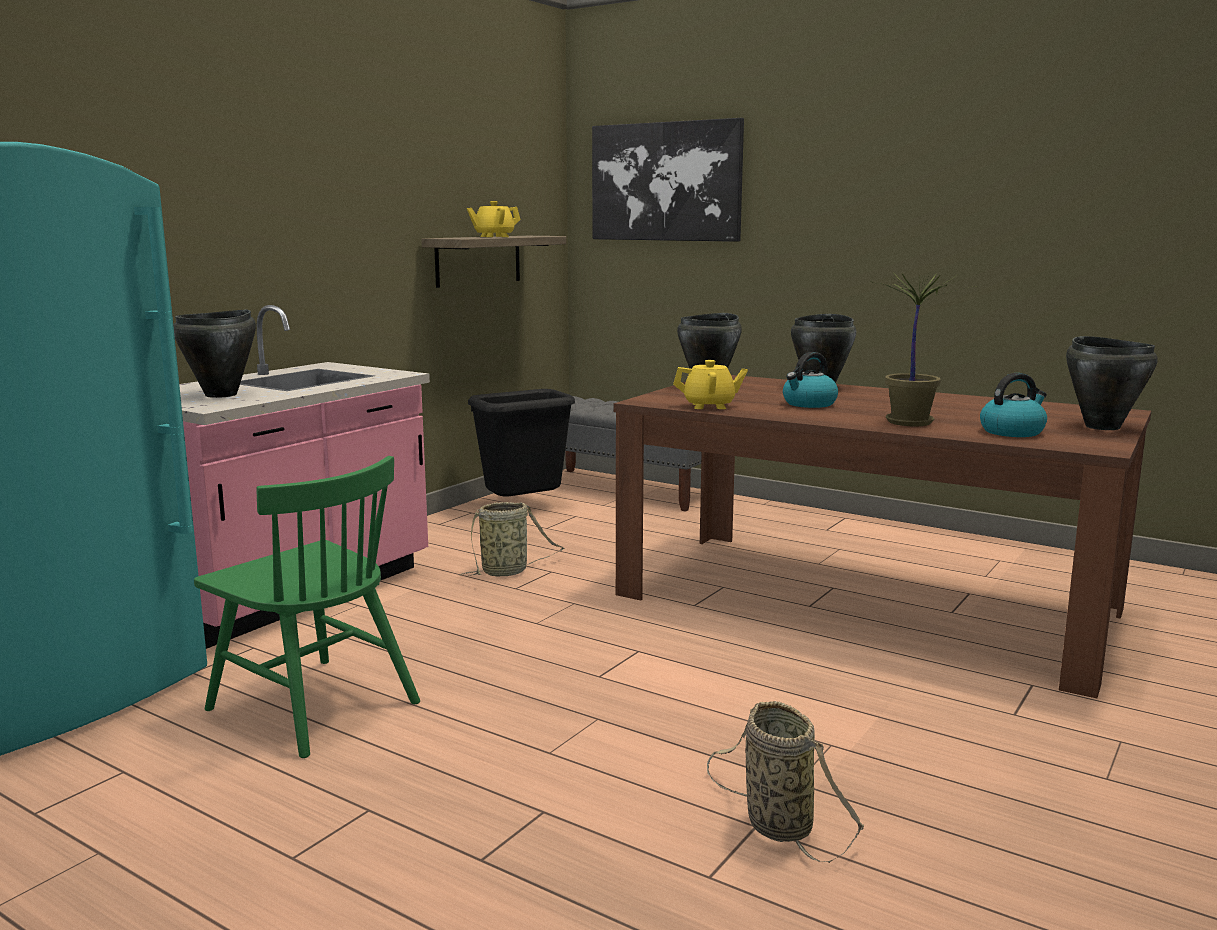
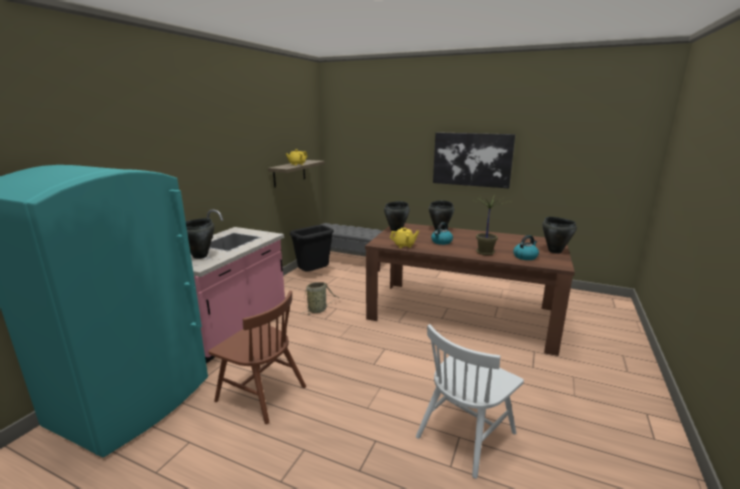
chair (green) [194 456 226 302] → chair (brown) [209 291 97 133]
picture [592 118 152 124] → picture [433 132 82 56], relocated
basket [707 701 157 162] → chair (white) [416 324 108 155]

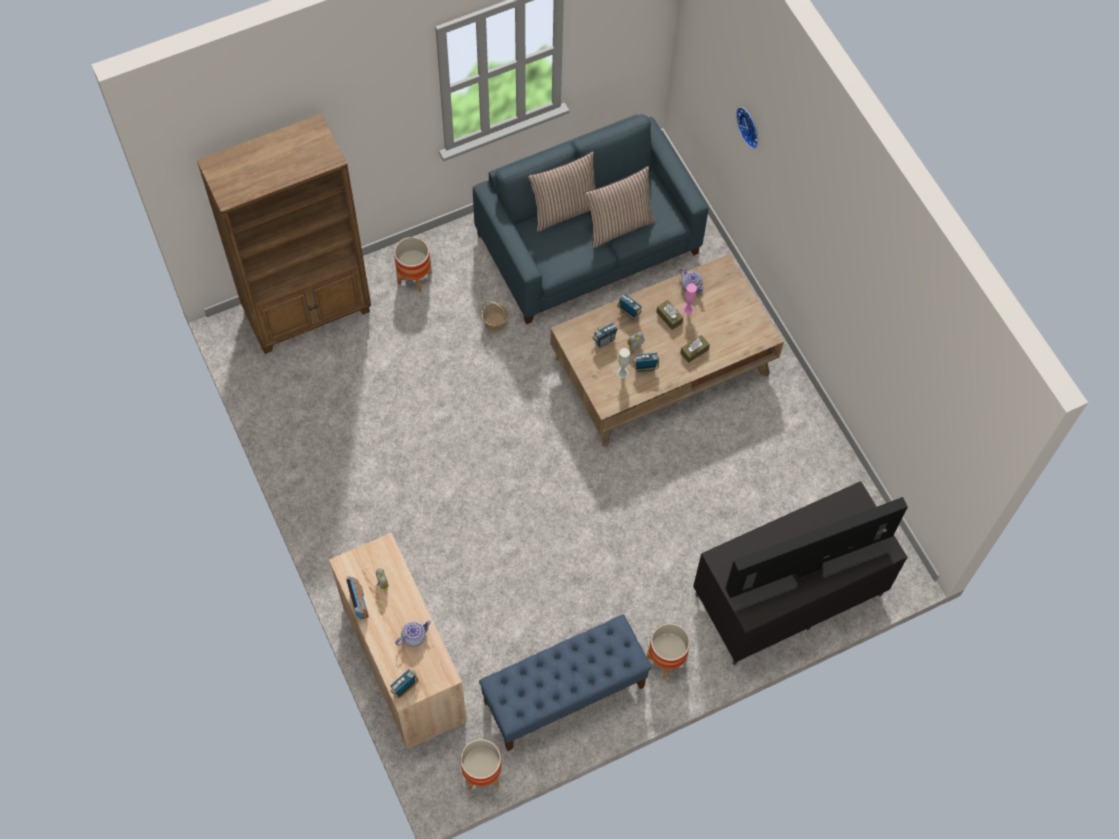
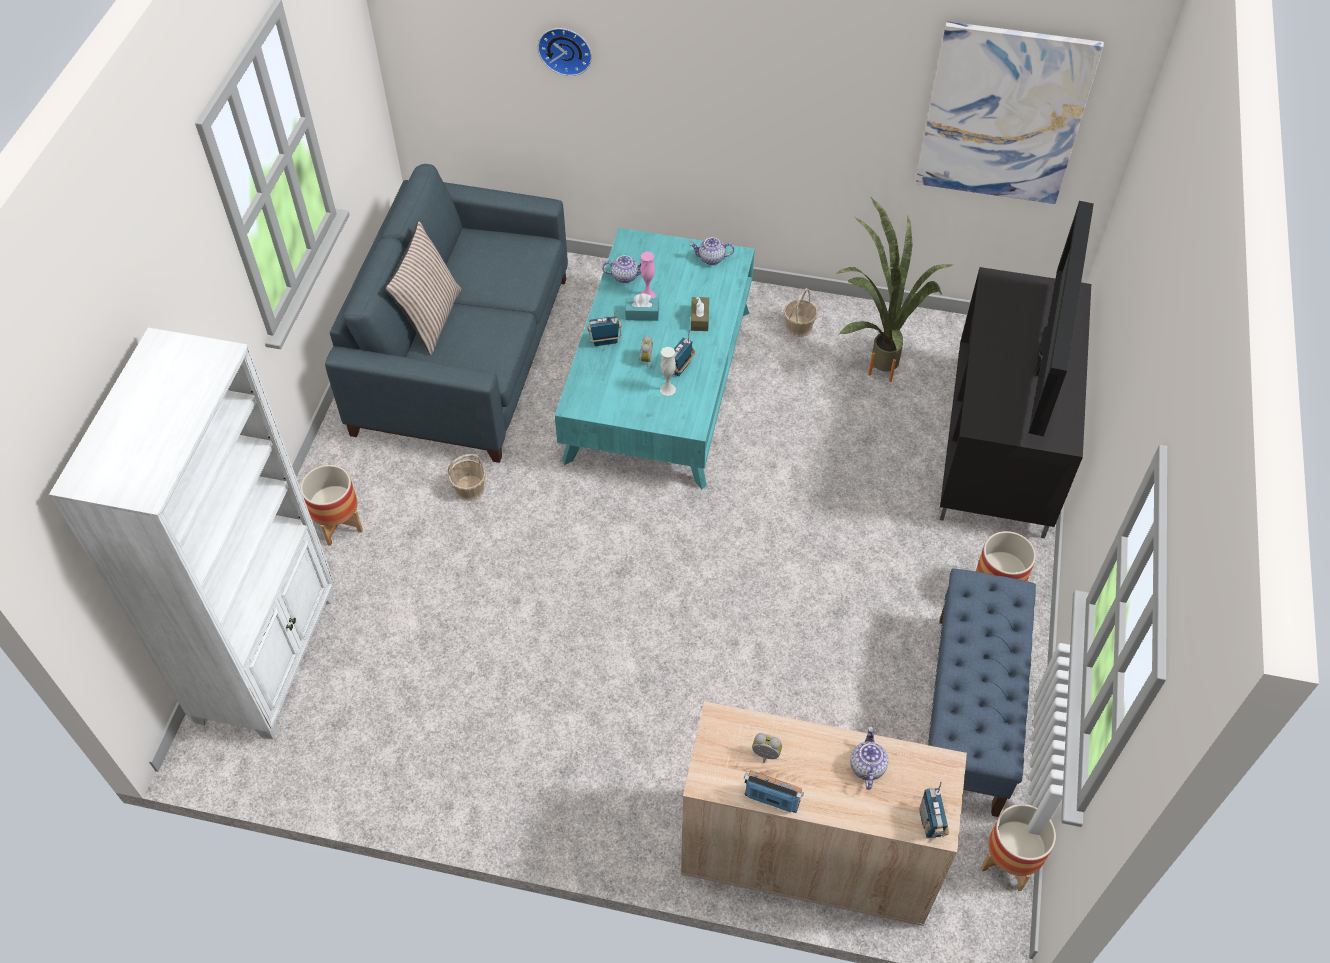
bookcase (brown) [197 114 174 240] → bookcase (white) [49 327 286 412]
coffee table (brown) [550 254 234 192] → coffee table (turquoise) [555 228 200 261]
pillow [585 166 71 82] → -
radio [592 323 26 25] → -
tissue box (brown) [656 300 27 30] → tissue box (turquoise) [625 293 34 28]
- → teapot [690 237 44 28]
- → basket [784 288 34 49]
- → potted plant [834 197 118 185]
- → picture [915 21 189 183]

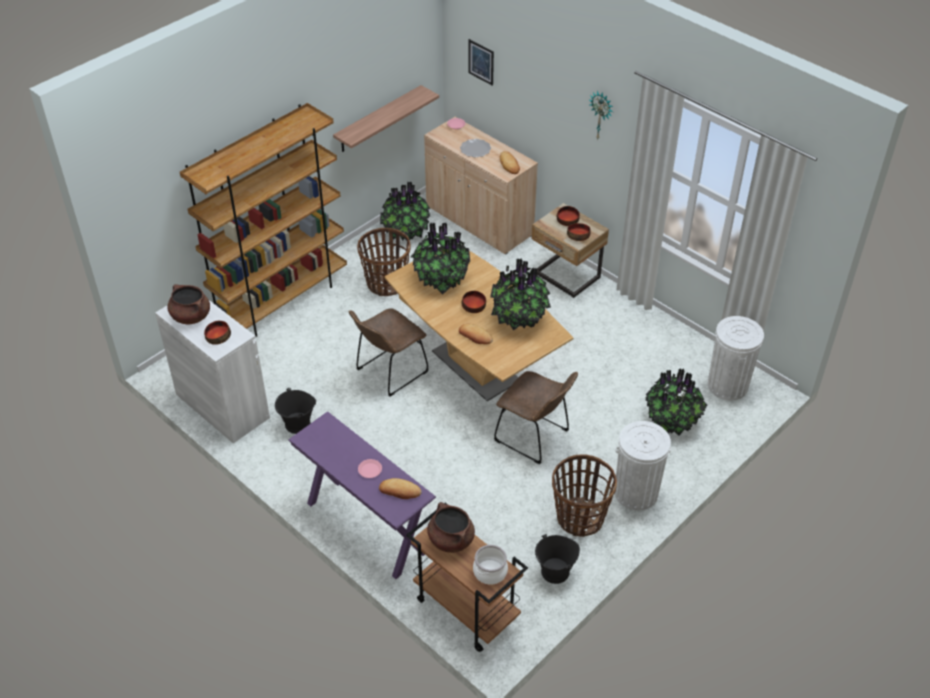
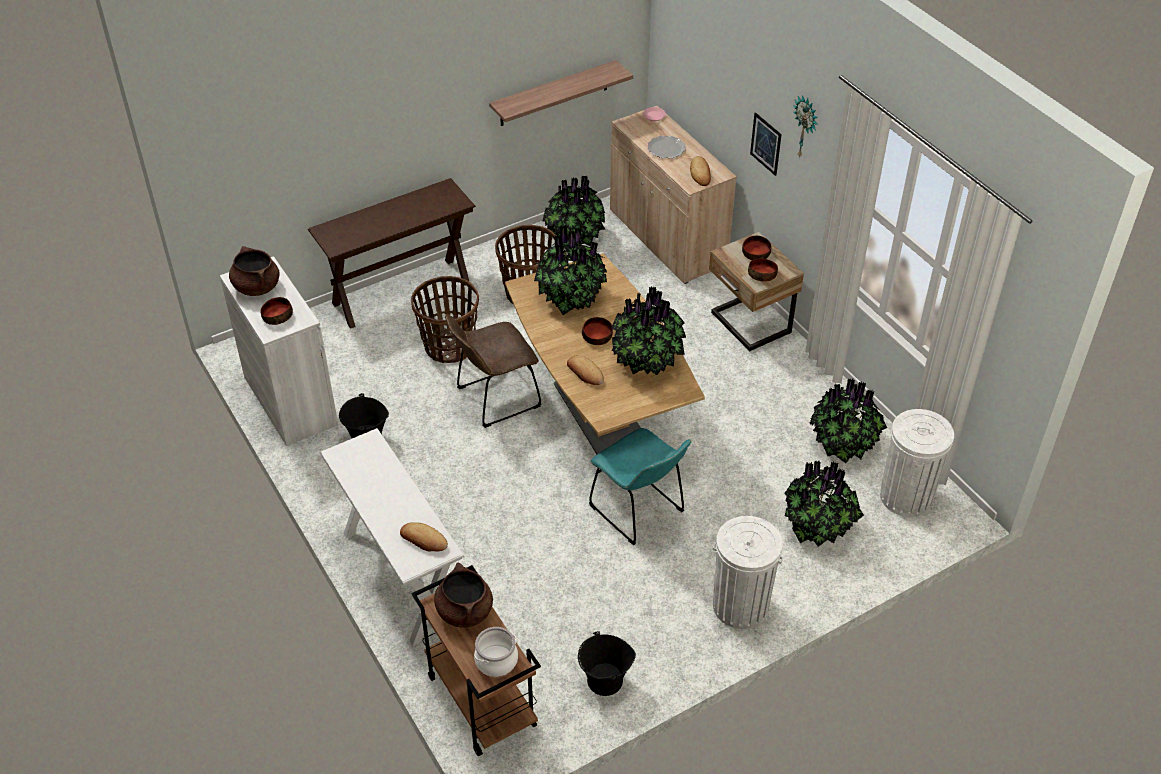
bookcase (brown) [180 103 167 234] → console table (brown) [308 178 168 151]
console table (purple) [288 411 148 168] → console table (white) [320 428 144 218]
plate (pink) [358 459 24 19] → -
picture [469 39 25 47] → picture [750 112 32 64], relocated
chair (brown) [494 371 84 93] → chair (turquoise) [589 428 102 117]
basket [552 455 65 82] → basket [411 276 68 87], relocated
- → potted plant [809 378 78 85]

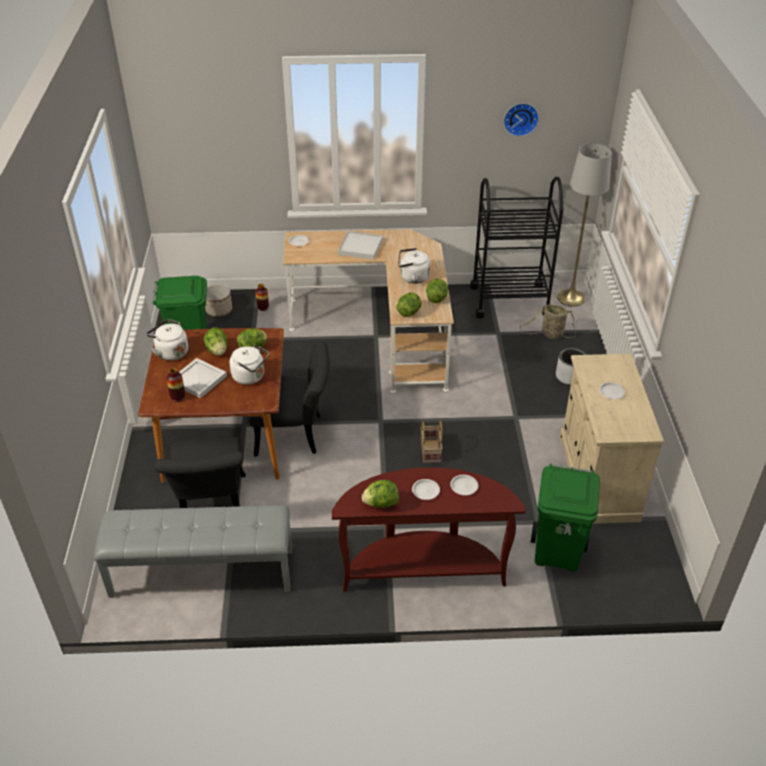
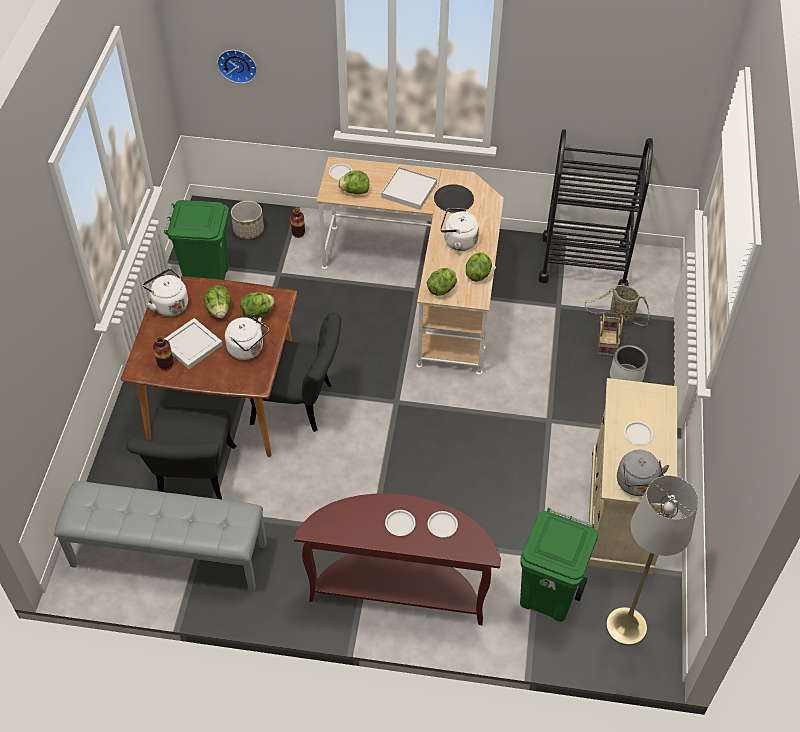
lettuce [362 480 37 28] → lettuce [338 171 31 23], relocated
basket [421 421 22 42] → basket [598 313 25 44], relocated
wall clock [504 103 35 33] → wall clock [217 50 40 33], relocated
floor lamp (grey) [557 143 55 164] → floor lamp (grey) [606 475 92 171], relocated
- → plate (black) [434 185 40 28]
- → kettle (grey) [617 450 52 46]

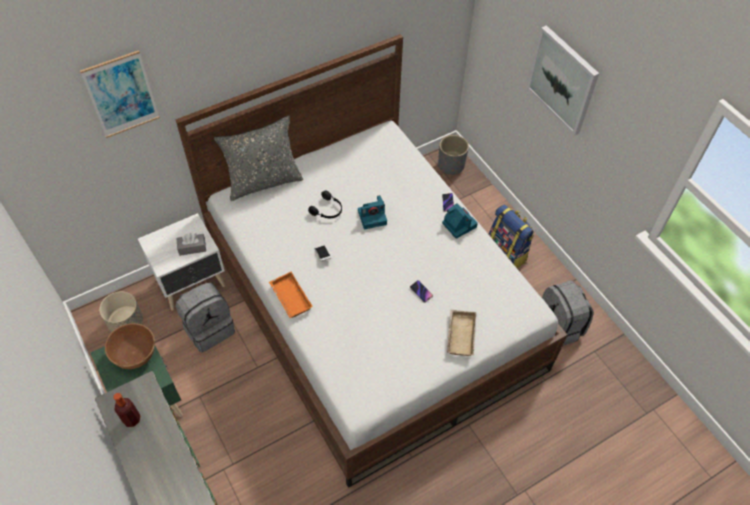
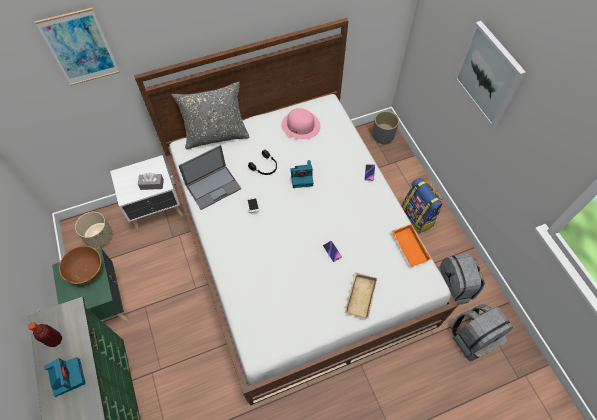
backpack (grey) [176 283 59 69] → backpack (grey) [451 304 62 57], relocated
tray (orange) [269 272 44 46] → tray (orange) [392 224 39 43], relocated
photo camera [442 203 36 36] → photo camera [44 357 42 40], relocated
- → laptop [178 145 63 65]
- → hat (pink) [281 108 39 31]

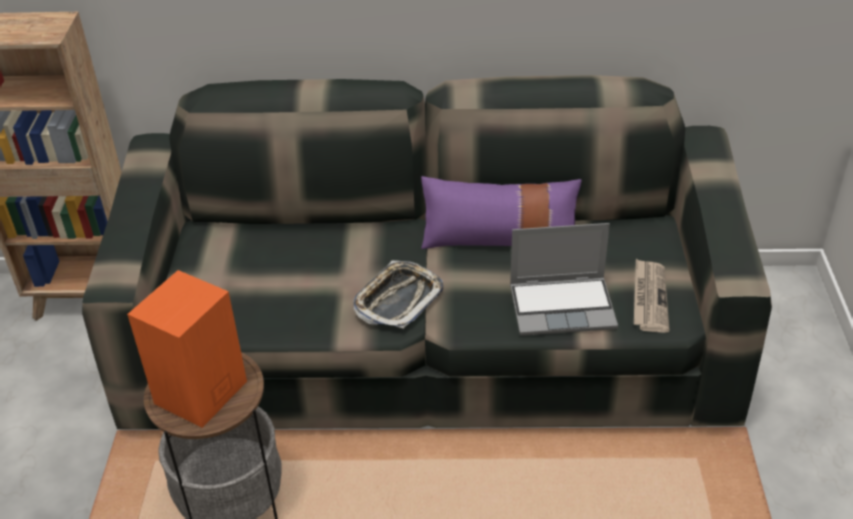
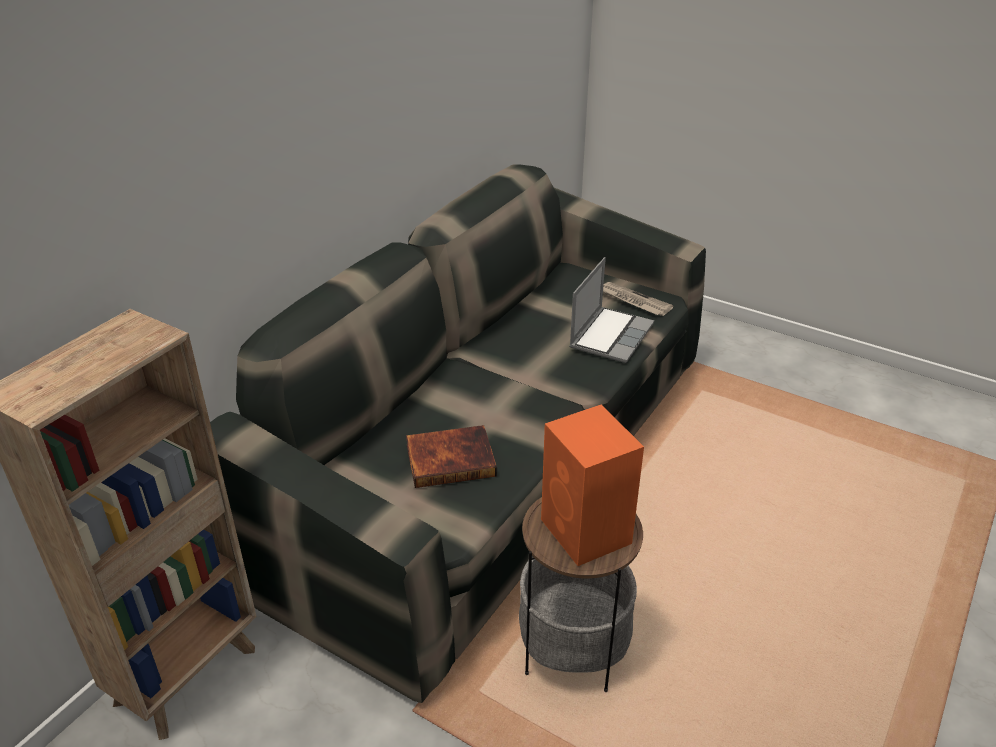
tray [353 261 90 68] → -
pillow (purple) [421 176 160 73] → -
- → book [406 425 91 63]

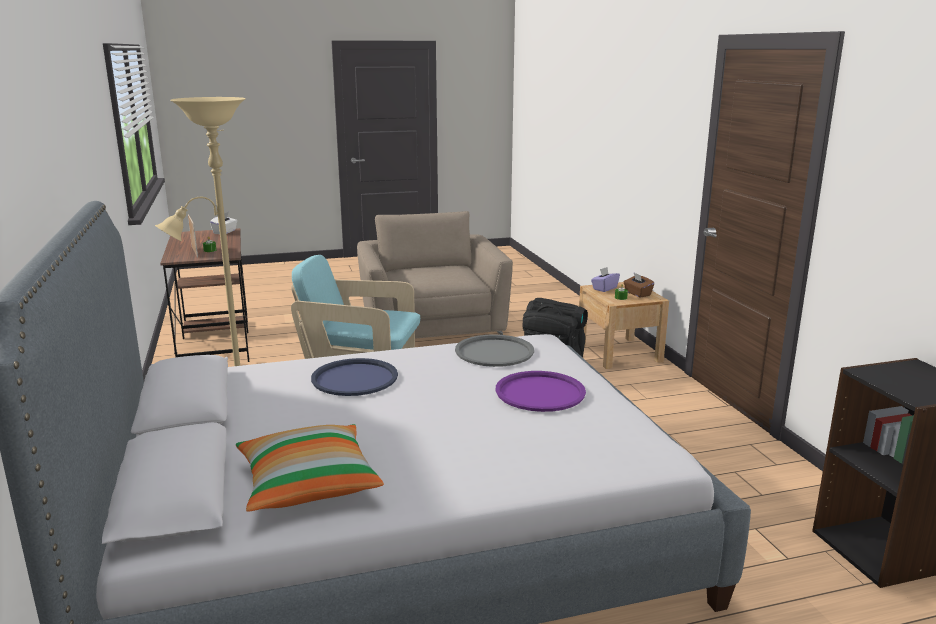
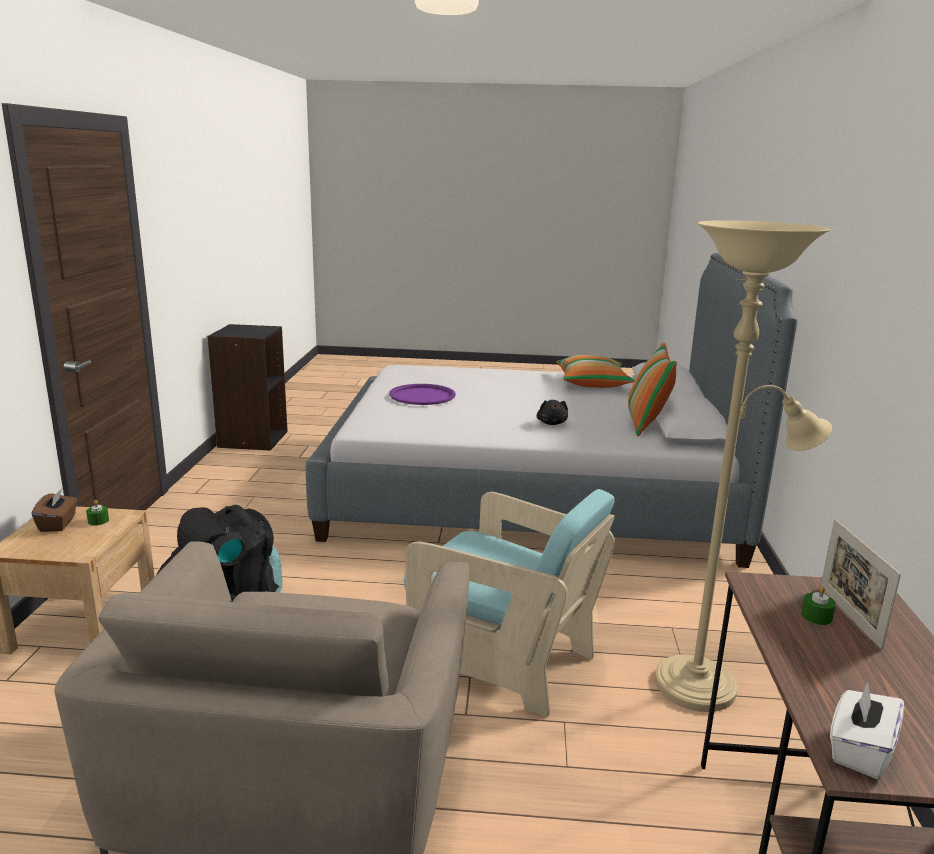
tray (blue) [311 358 87 38] → plush toy (black) [537 400 31 25]
tray (grey) [455 334 79 33] → -
tissue box (purple) [591 267 29 25] → -
- → pillow [628 343 49 93]

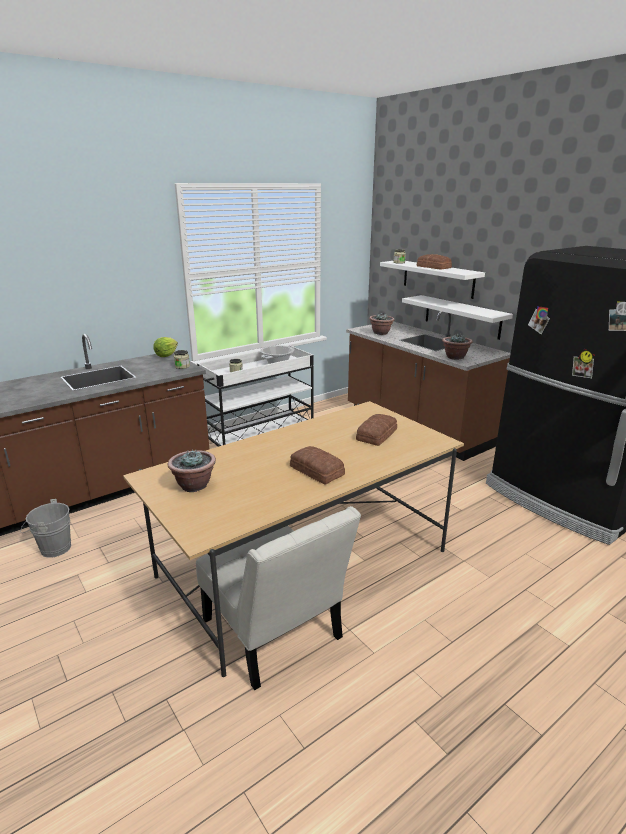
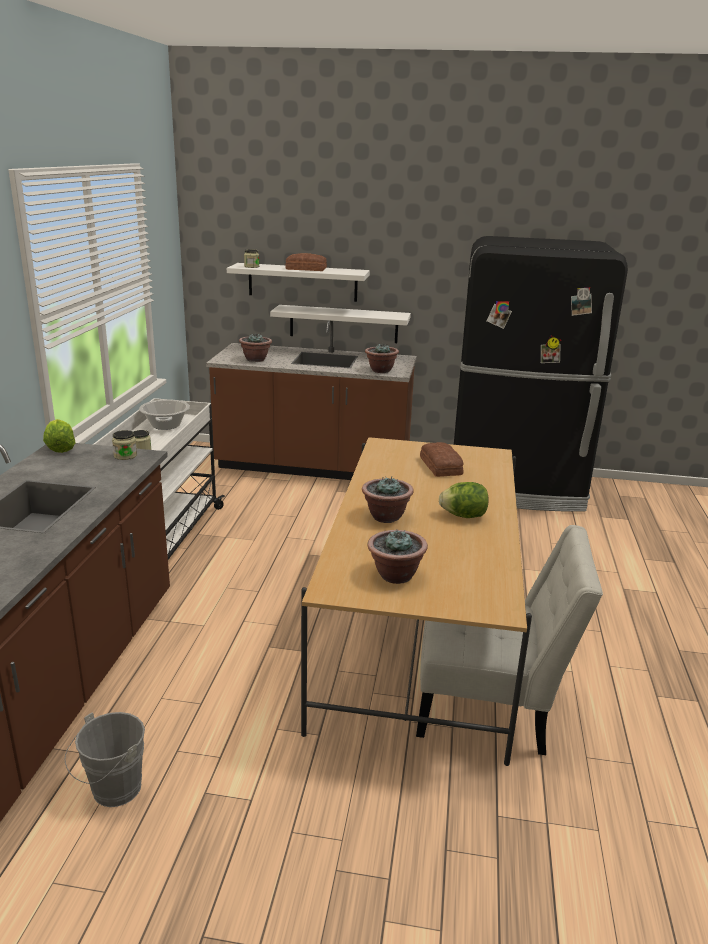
bread [290 446 55 39] → lettuce [439 482 49 36]
- → potted plant [362 477 52 46]

